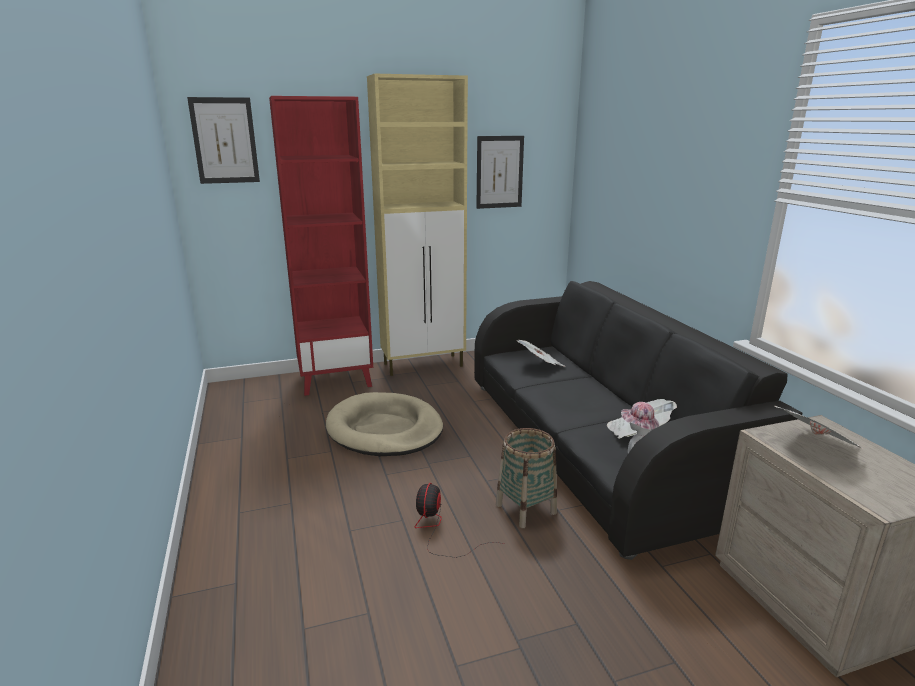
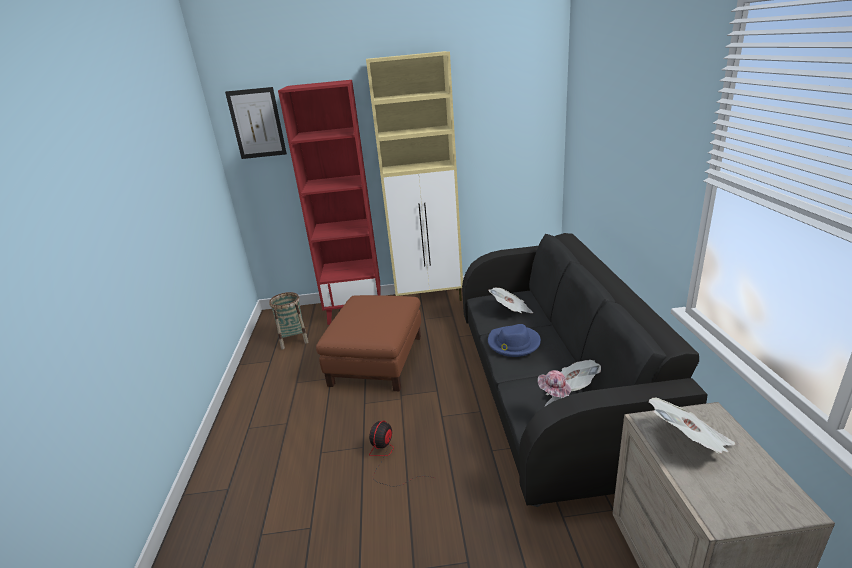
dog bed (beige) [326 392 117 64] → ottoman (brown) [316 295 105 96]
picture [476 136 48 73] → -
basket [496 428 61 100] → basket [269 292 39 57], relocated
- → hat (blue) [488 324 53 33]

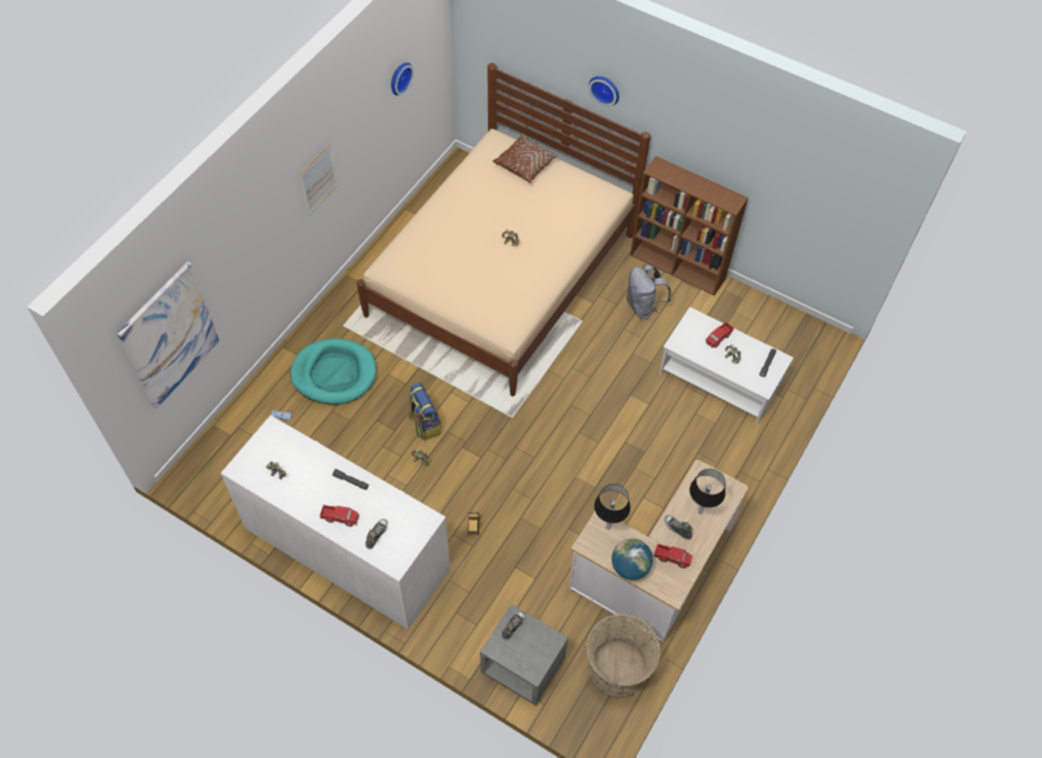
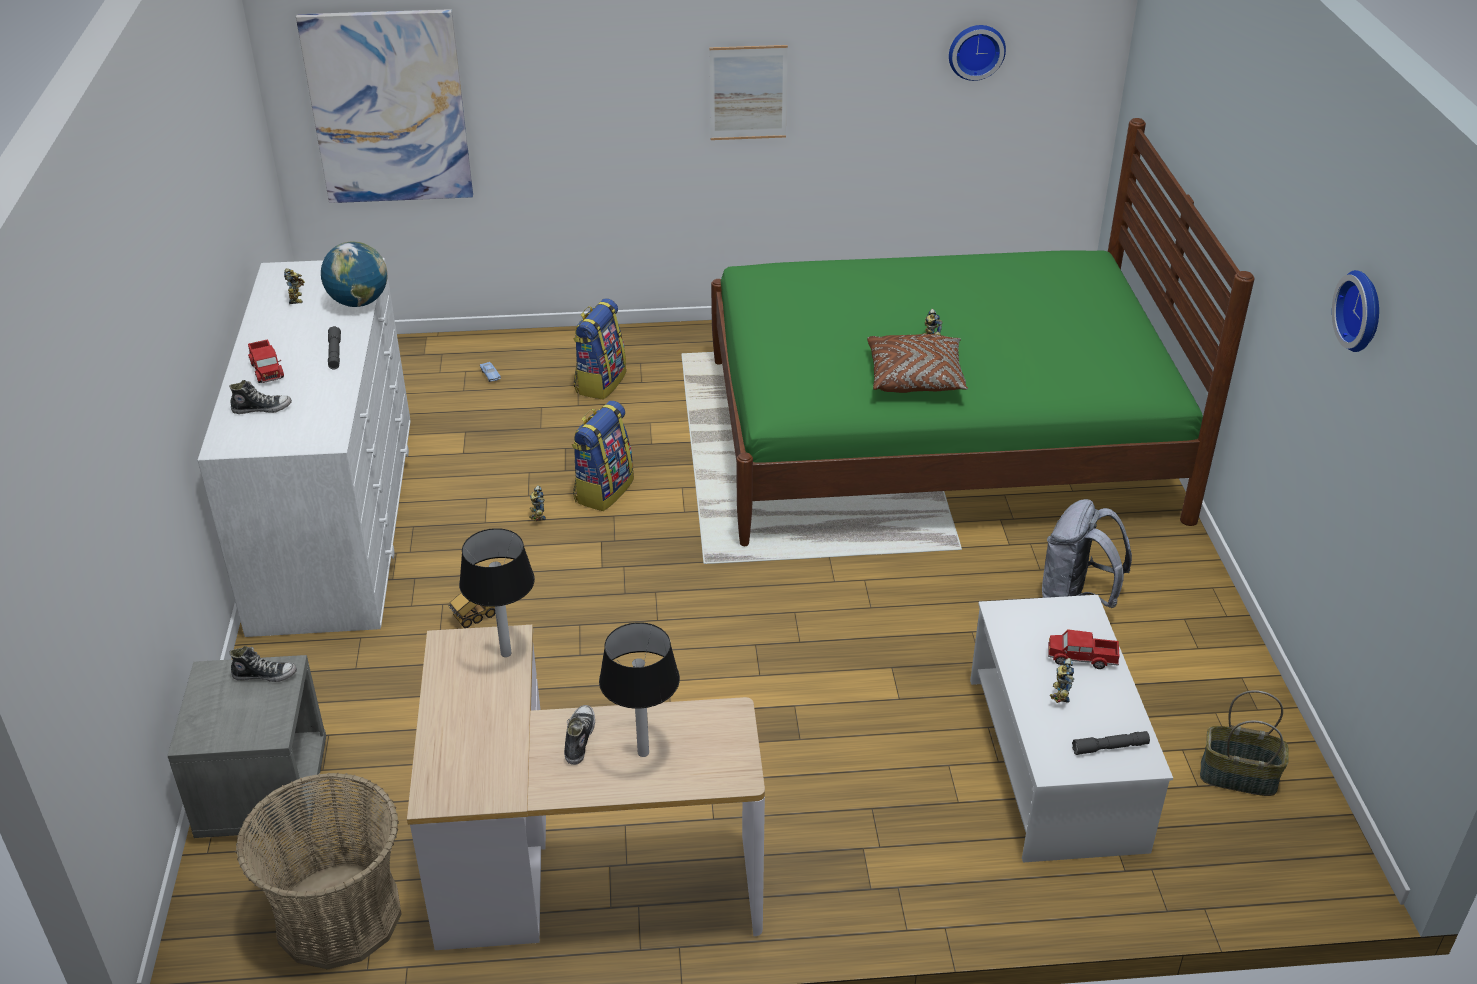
dog bed (turquoise) [290 338 86 67] → backpack [573 298 53 102]
bed (beige) [357 63 294 333] → bed (green) [711 118 544 428]
pillow (brown) [493 134 65 49] → pillow (brown) [867 334 101 59], relocated
wall clock [589 76 30 30] → wall clock [1332 270 47 82], relocated
globe [612 538 41 42] → globe [321 242 67 65], relocated
bookcase (brown) [630 156 118 140] → -
toy truck [653 544 39 24] → -
- → basket [1200 690 89 106]

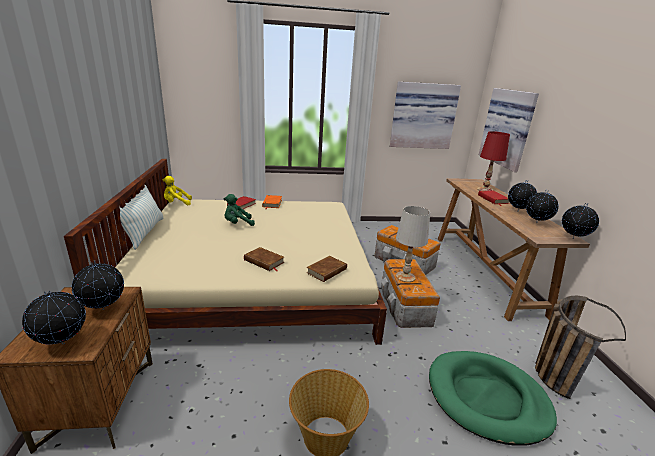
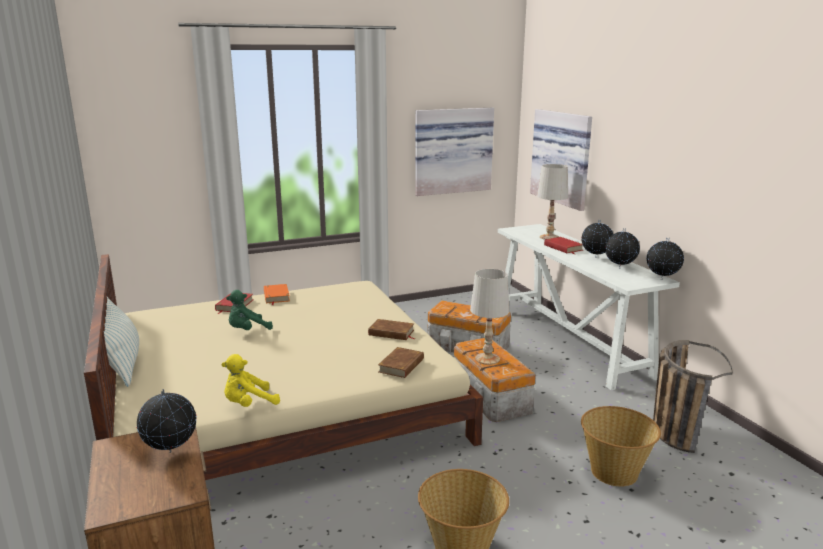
globe [22 291 64 54] → -
plush toy (yellow) [163 176 29 29] → plush toy (yellow) [221 354 59 53], relocated
book (brown) [244 247 41 24] → book (brown) [368 319 47 21], relocated
dog bed (green) [429 351 128 94] → basket [581 406 80 80]
console table (brown) [438 178 152 143] → console table (white) [498 224 182 166]
table lamp (red) [477 131 33 60] → table lamp (white) [537 164 31 76]

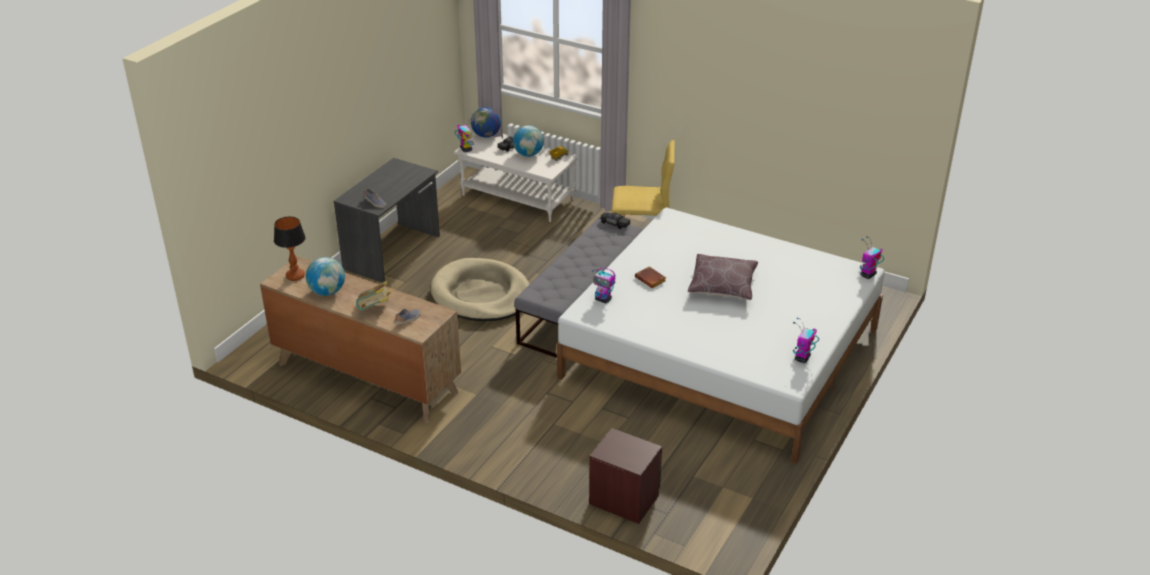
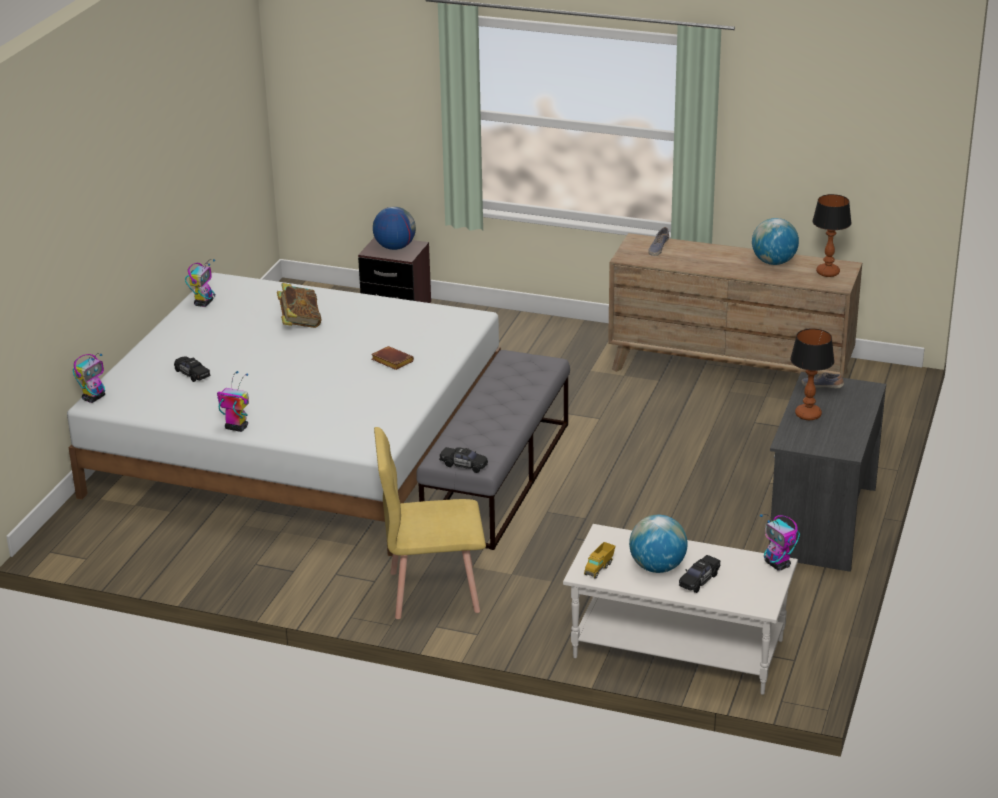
book [356 281 36 29] → book [277 283 44 45], relocated
dog bed (beige) [431 258 99 63] → -
globe [471 107 30 31] → globe [373 206 43 44], relocated
toy robot [592 268 23 35] → toy robot [217 371 32 61], relocated
pillow (brown) [688 254 70 46] → -
- → toy car (black) [174 357 37 25]
- → table lamp [790 328 45 92]

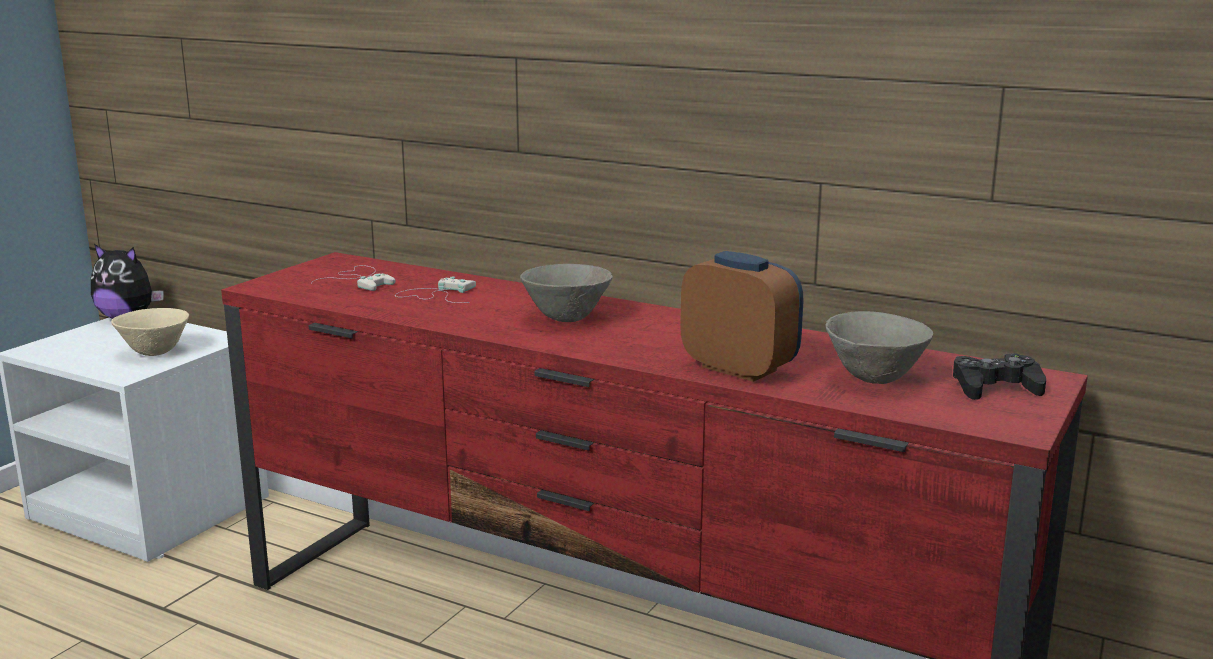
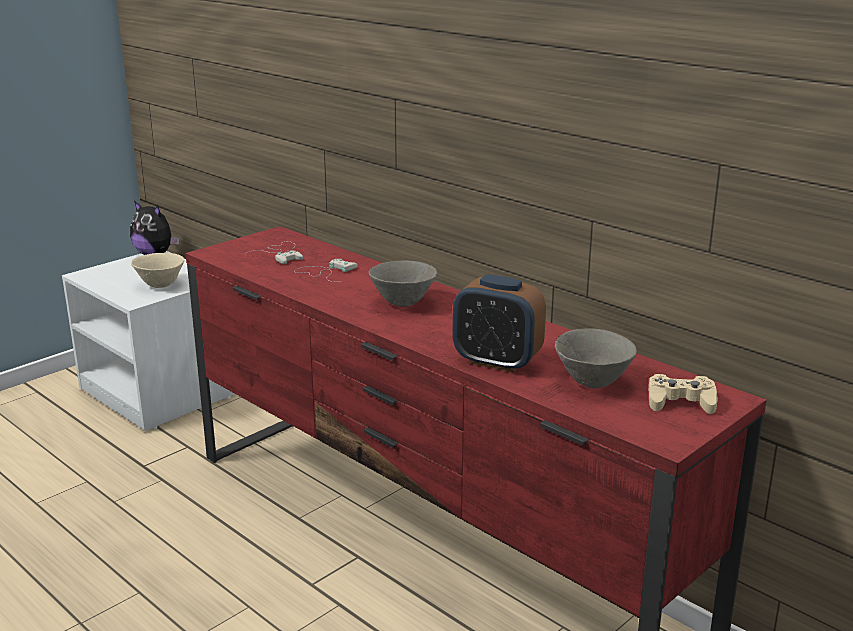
alarm clock [680 251 123 131] → alarm clock [453 275 93 98], 150 degrees clockwise
game controller (black) [953 353 93 47] → game controller (beige) [648 374 70 40]

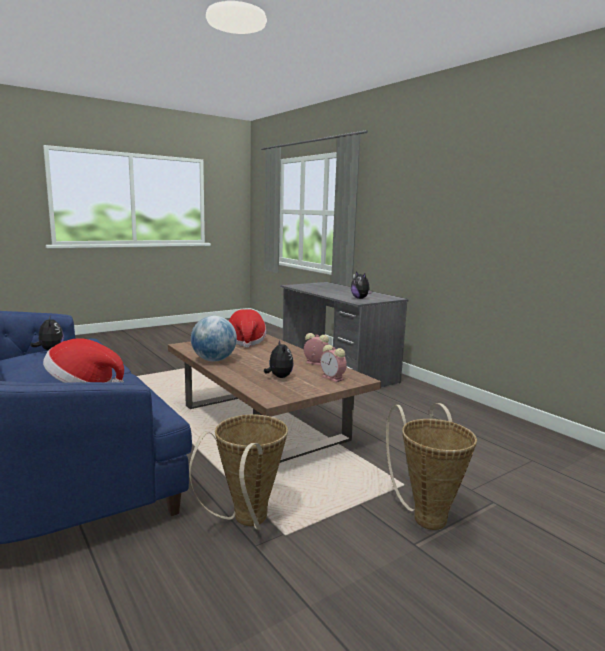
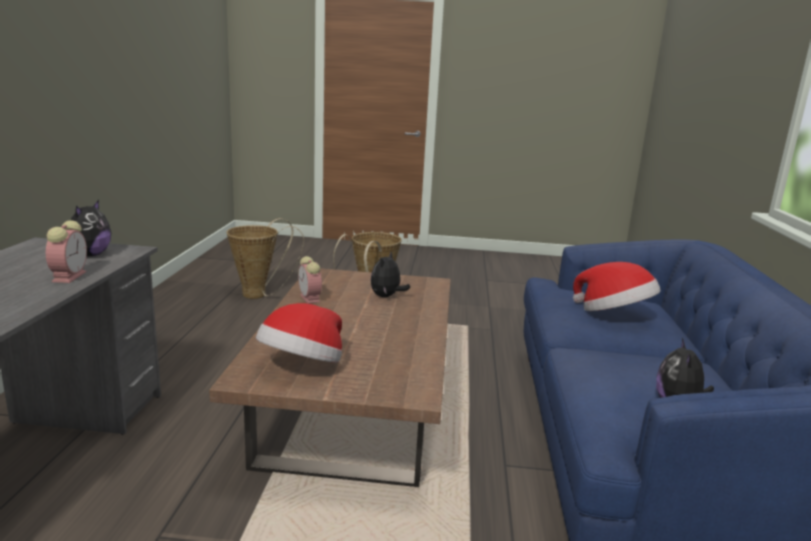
basket [189 415 99 115] → basket [227 218 77 81], relocated
globe [191 316 46 45] → -
alarm clock [320 345 27 37] → alarm clock [46 220 41 63], relocated

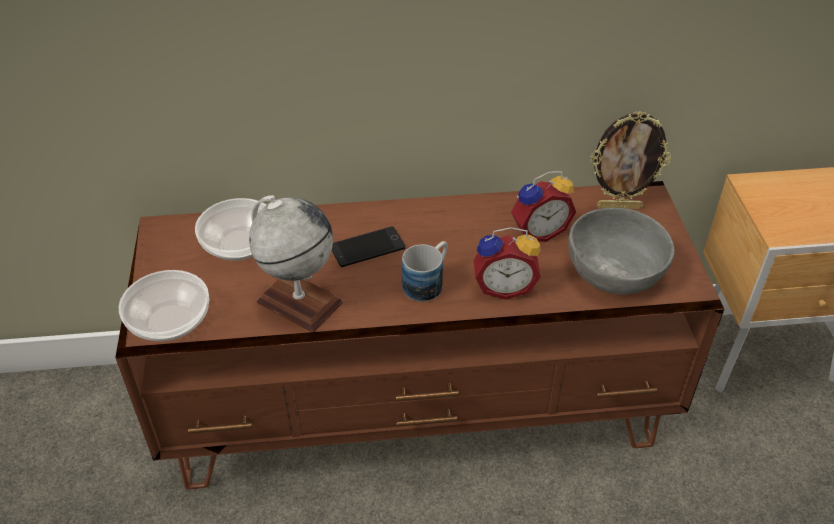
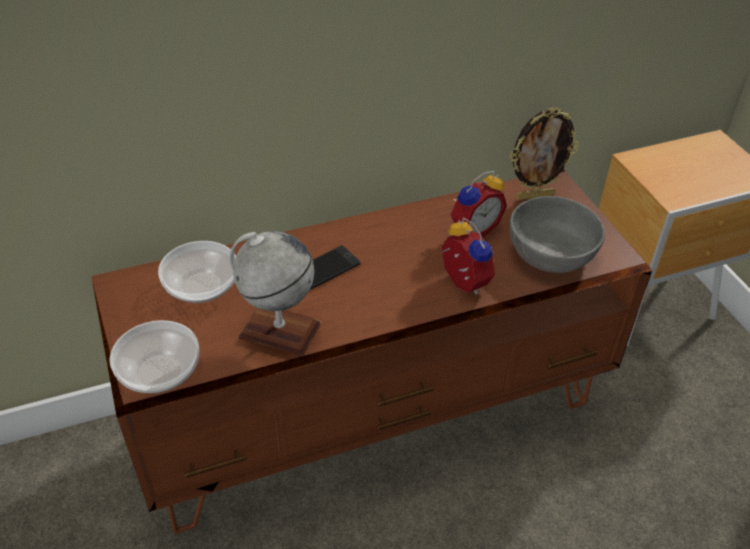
mug [402 241 45 61] → -
alarm clock [474 227 67 73] → alarm clock [441 217 54 77], 105 degrees counterclockwise

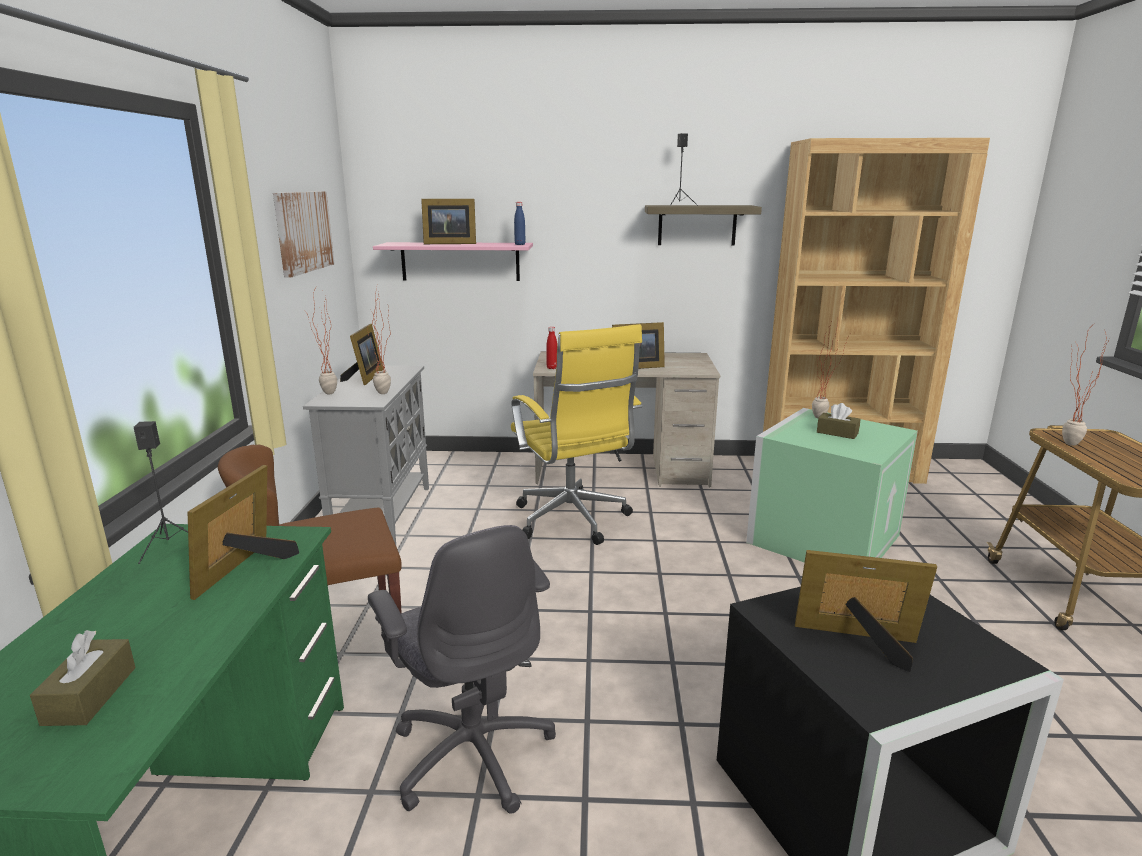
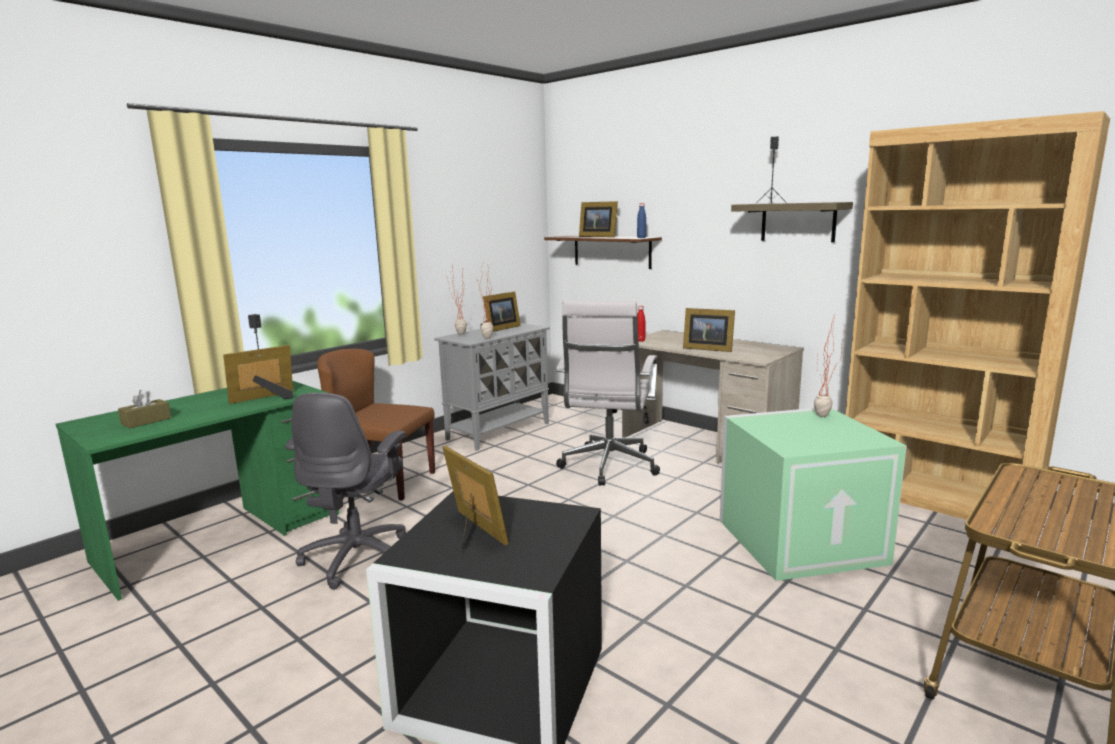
picture [273 191 61 87] → -
shelf (pink) [373 242 160 39] → shelf (brown) [544 236 118 33]
office chair (yellow) [511 324 131 221] → office chair (white) [556 300 104 186]
tissue box (brown) [817 403 44 36] → -
potted plant [1062 322 48 124] → -

